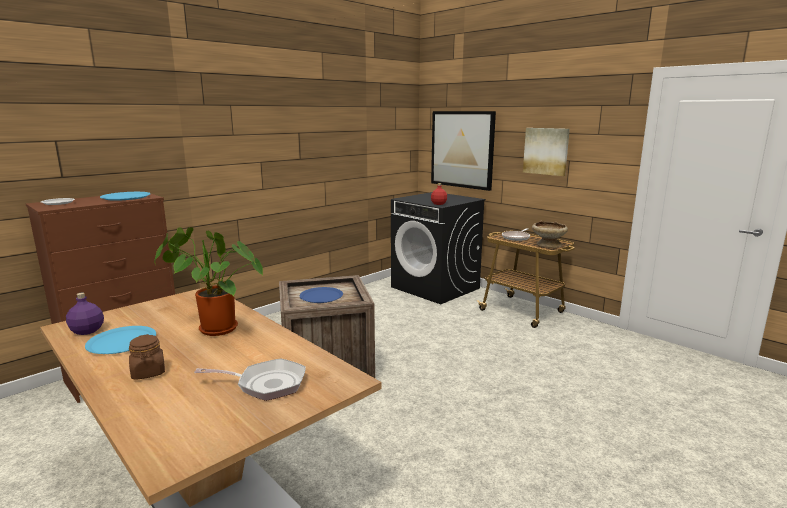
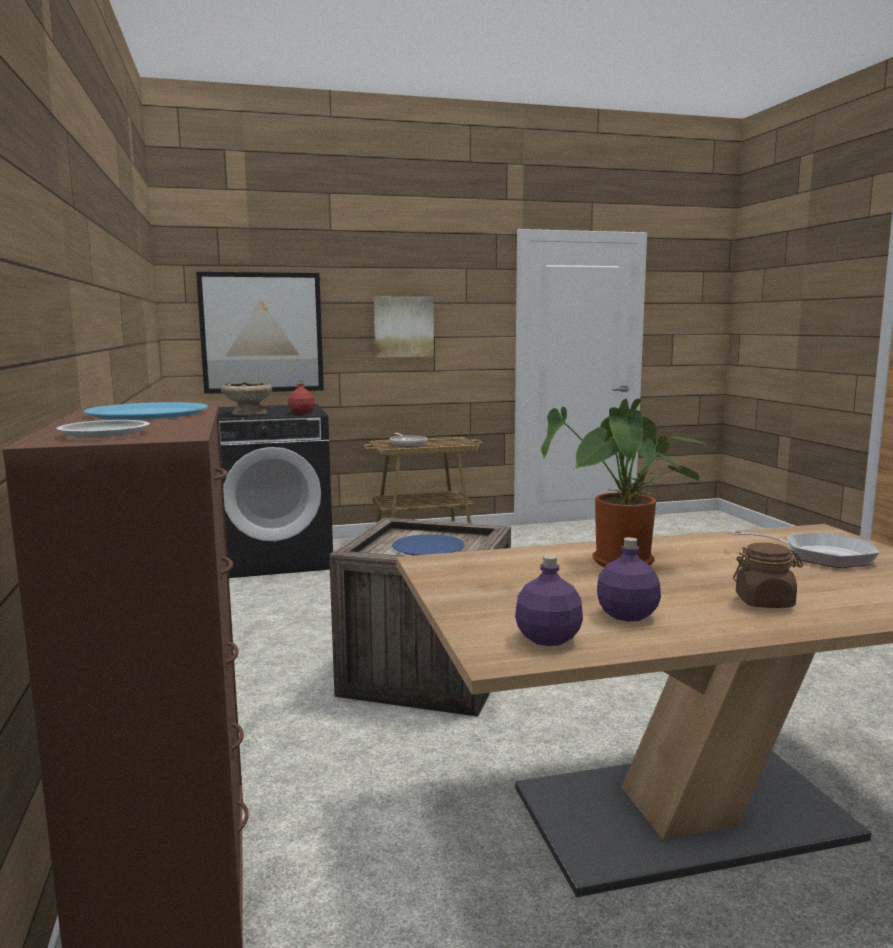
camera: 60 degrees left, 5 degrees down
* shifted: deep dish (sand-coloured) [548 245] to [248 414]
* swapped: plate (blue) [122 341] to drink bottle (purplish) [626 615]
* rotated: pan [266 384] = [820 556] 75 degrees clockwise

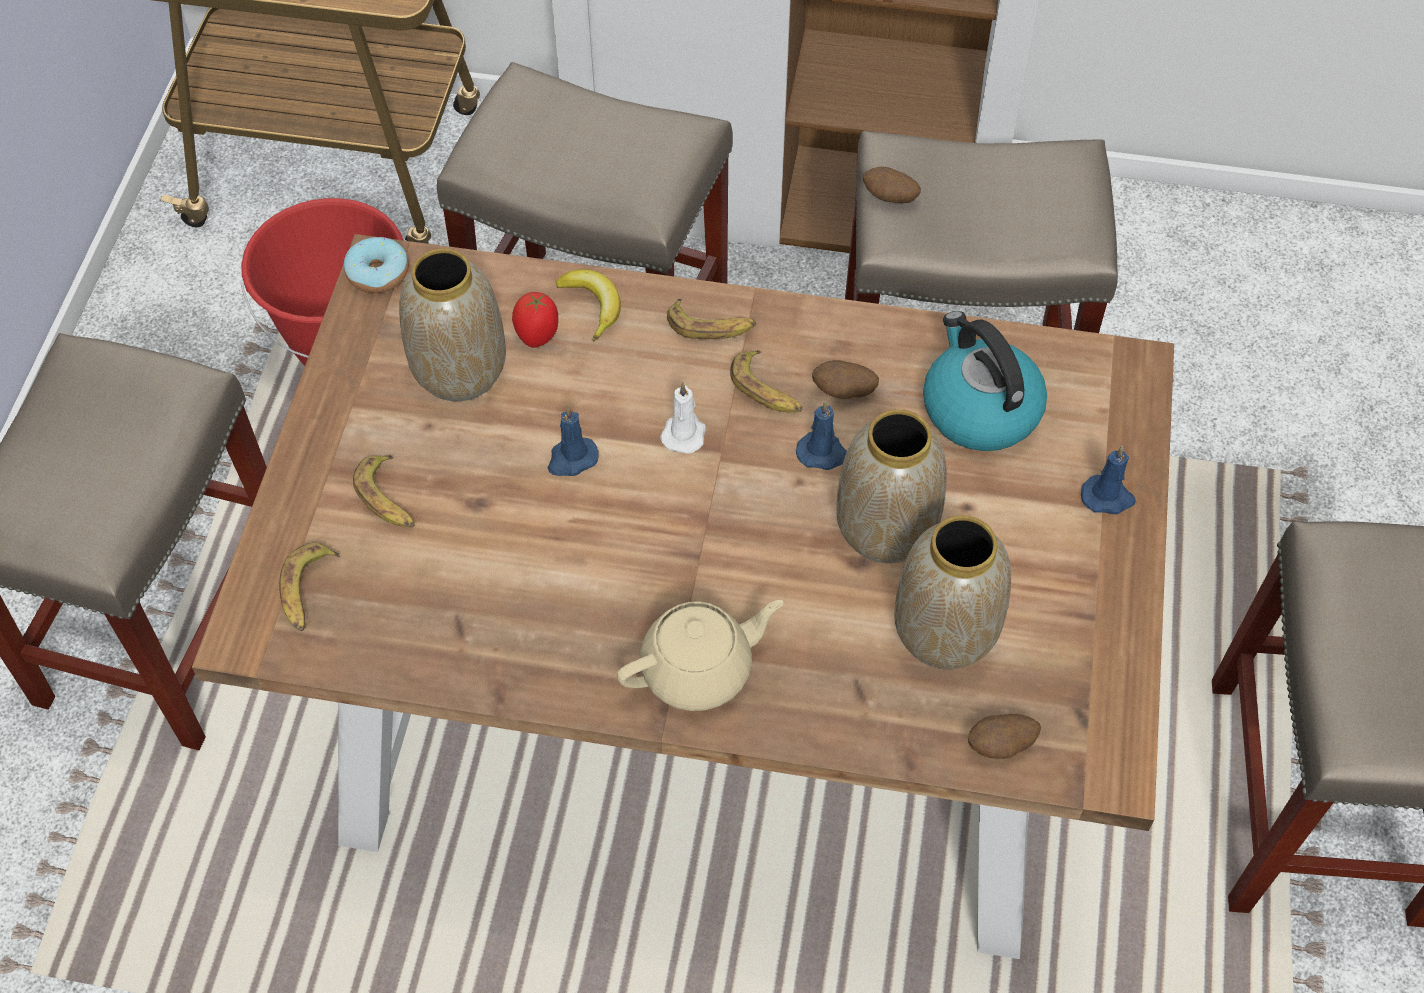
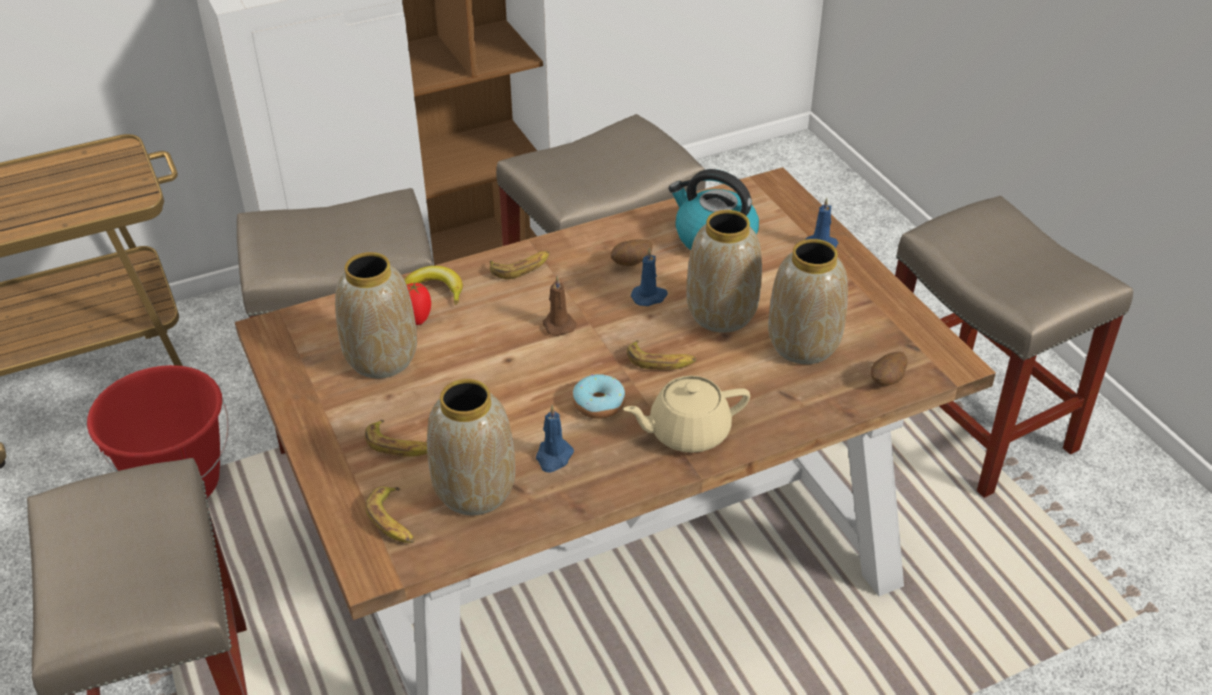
camera: 35 degrees left, 15 degrees down
* new: vase [476 490]
* shifted: candle (blue) [572 459] to [553 457]
* repainted: candle (whitish) [684 433] to candle (brown-coloured) [558 324]
* shifted: ring doughnut [378 273] to [599 404]
* rotated: tea pot (sand-coloured) [699 670] = [687 432] 135 degrees counterclockwise
* shifted: banana [766 390] to [660 361]
* gone: potato [889 198]

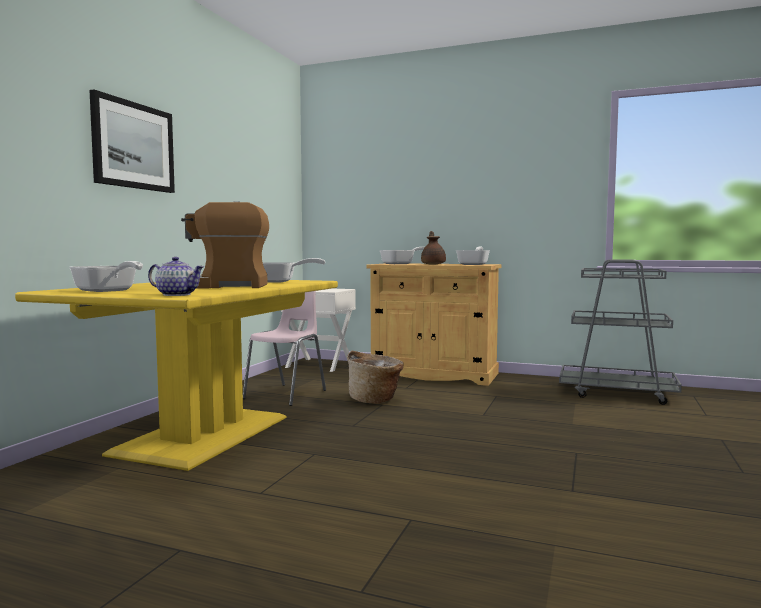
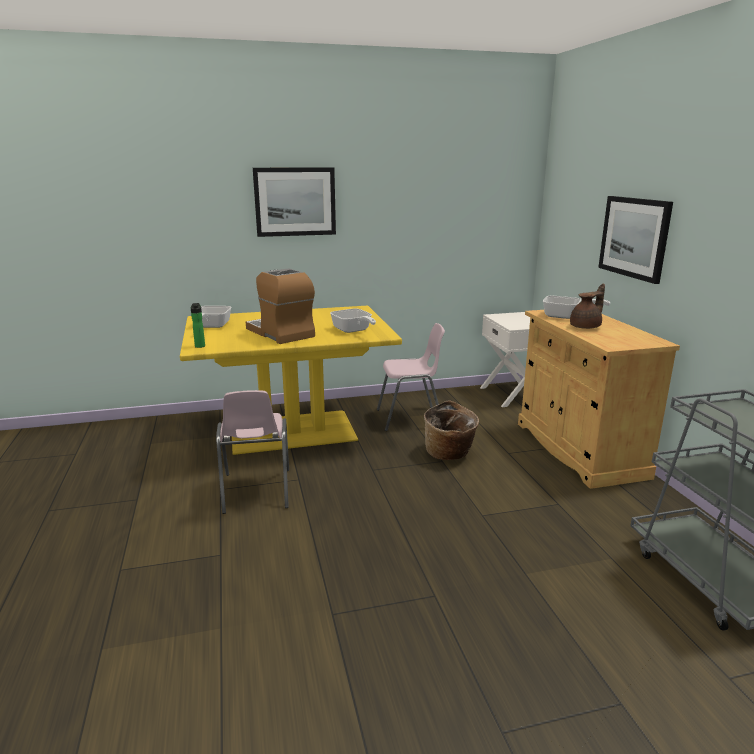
camera: 55 degrees right, 15 degrees up
* swapped: tea pot [176 295] to drink bottle [200 345]
* new: plain chair (pinkish) [256 491]
* new: wall picture [634 237]
* gone: pan [474 264]

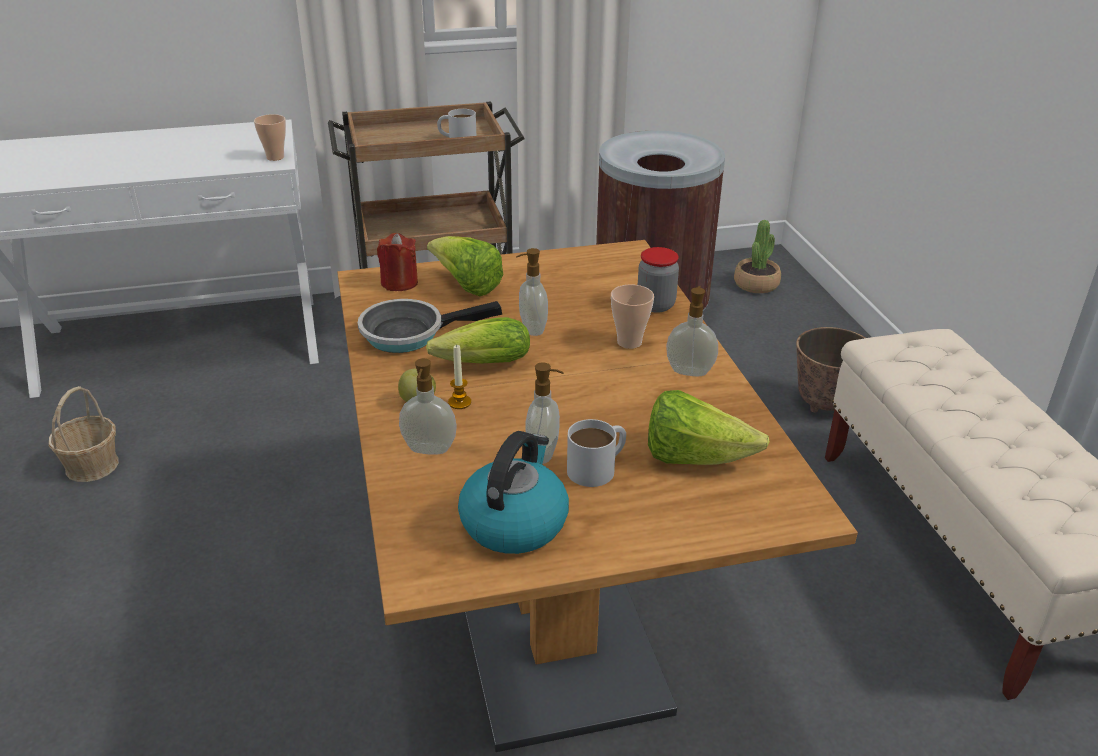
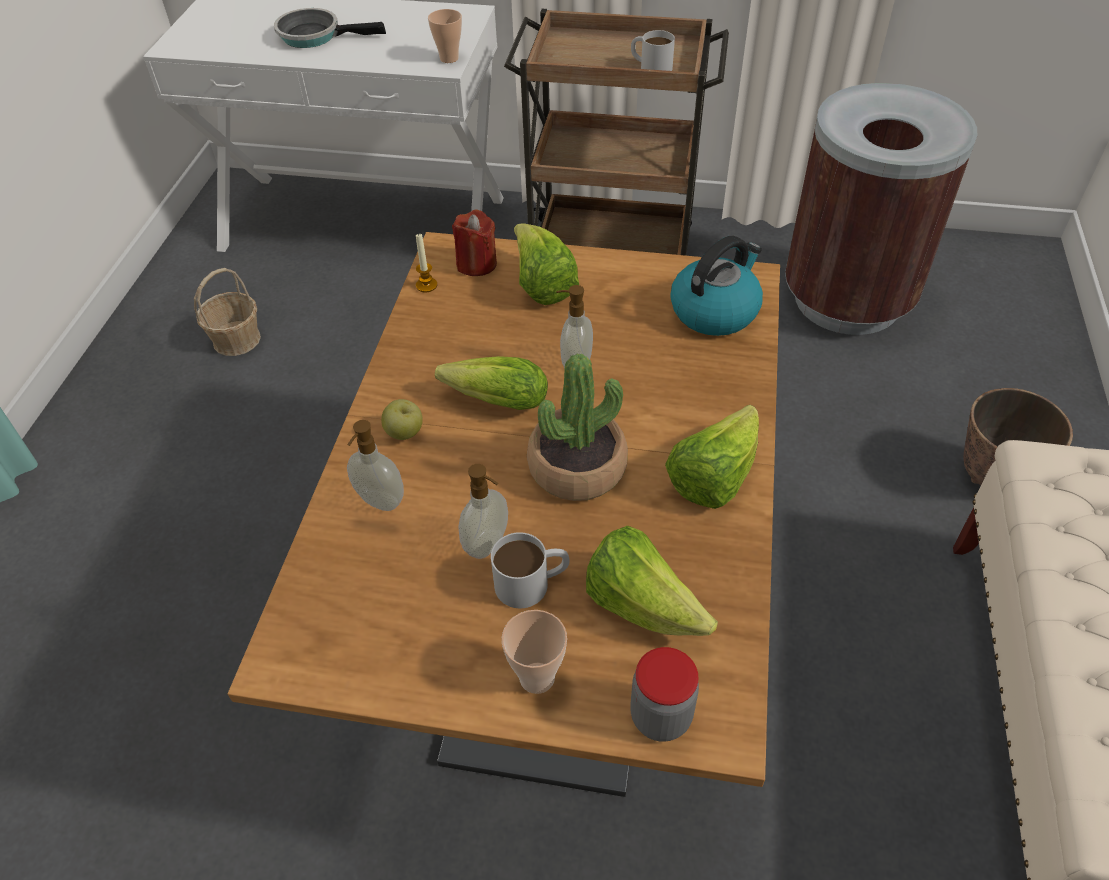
camera: 25 degrees right, 15 degrees up
* shifted: pan [409 333] to [315 35]
* shifted: candle [459 402] to [426 285]
* shifted: cup [629 342] to [537 677]
* shifted: houseplant [756 284] to [577 467]
* shifted: preserve jar [655 305] to [660 716]
* swapped: liquid soap bottle [690 371] to head of lettuce [713 477]
* shifted: kettle [514 522] to [715 310]

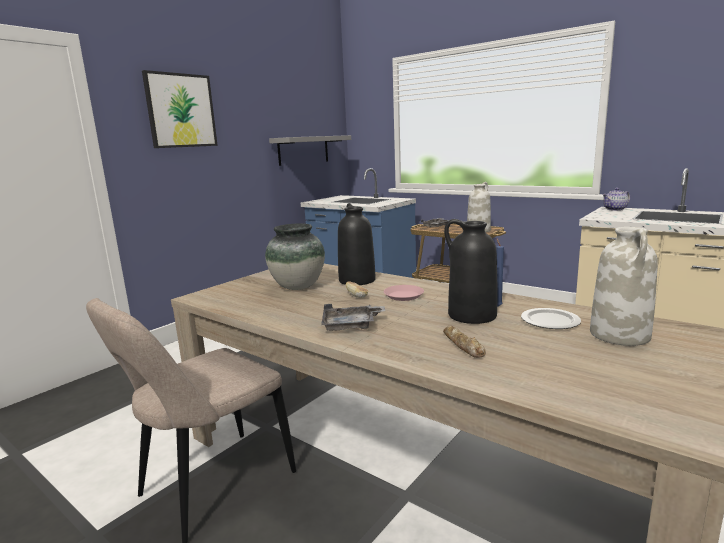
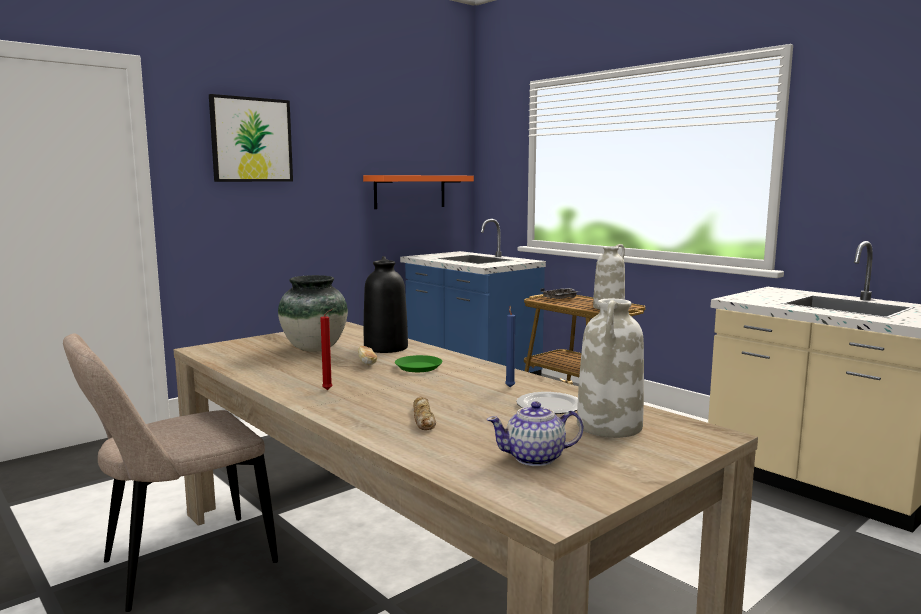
camera: 10 degrees right, 5 degrees down
* swapped: tray (greyish) [351 326] to candle (red) [329 390]
* repainted: bracket shelf (greyish) [303 150] to bracket shelf (orange-coloured) [410 191]
* repainted: plate (pinkish) [403 296] to plate (green-coloured) [418 367]
* shifted: tea pot [615 209] to [535 458]
* gone: vase (black-coloured) [471 315]

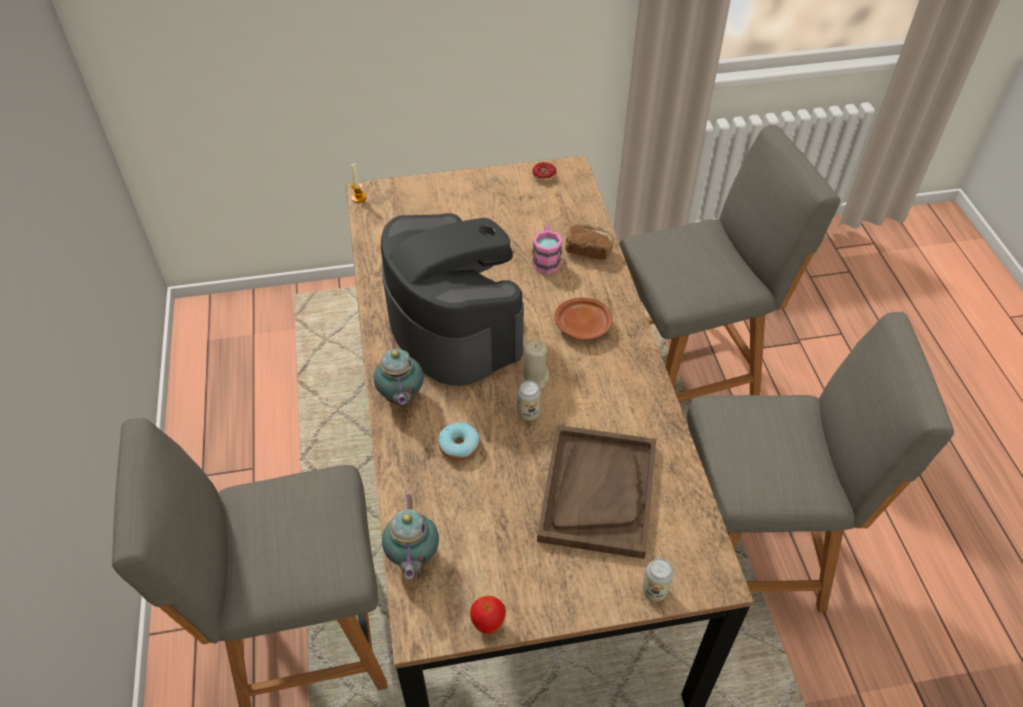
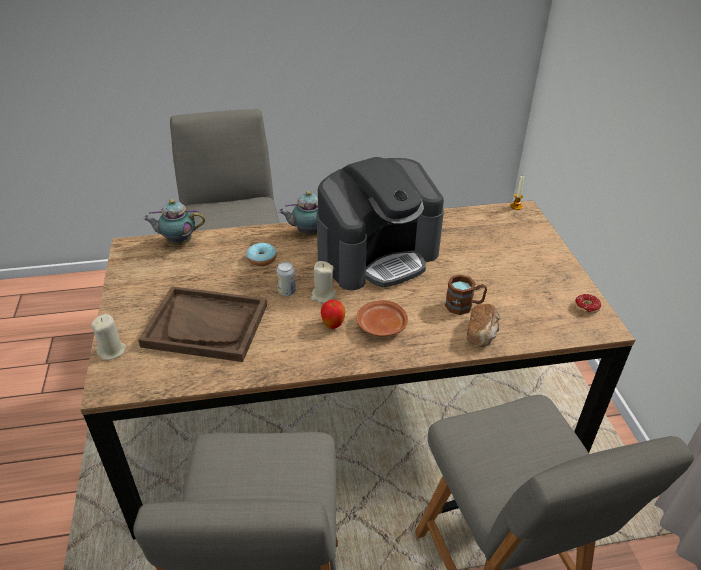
camera: 90 degrees right, 10 degrees down
* swapped: can [654 590] to candle (sand-coloured) [112 351]
* shifted: apple fruit [488 624] to [333 325]
* repainted: mug (pinkish) [546 259] to mug (brown-coloured) [464 306]

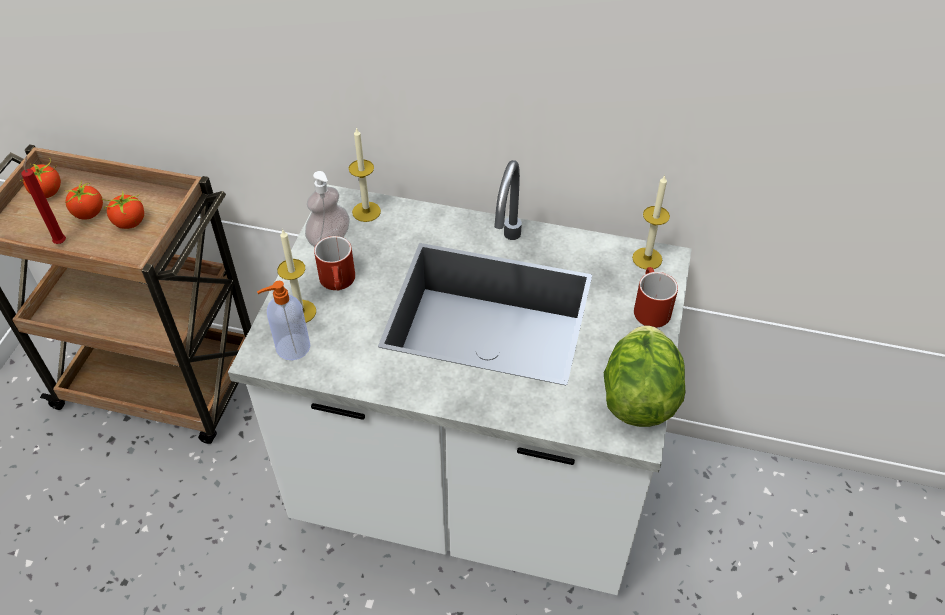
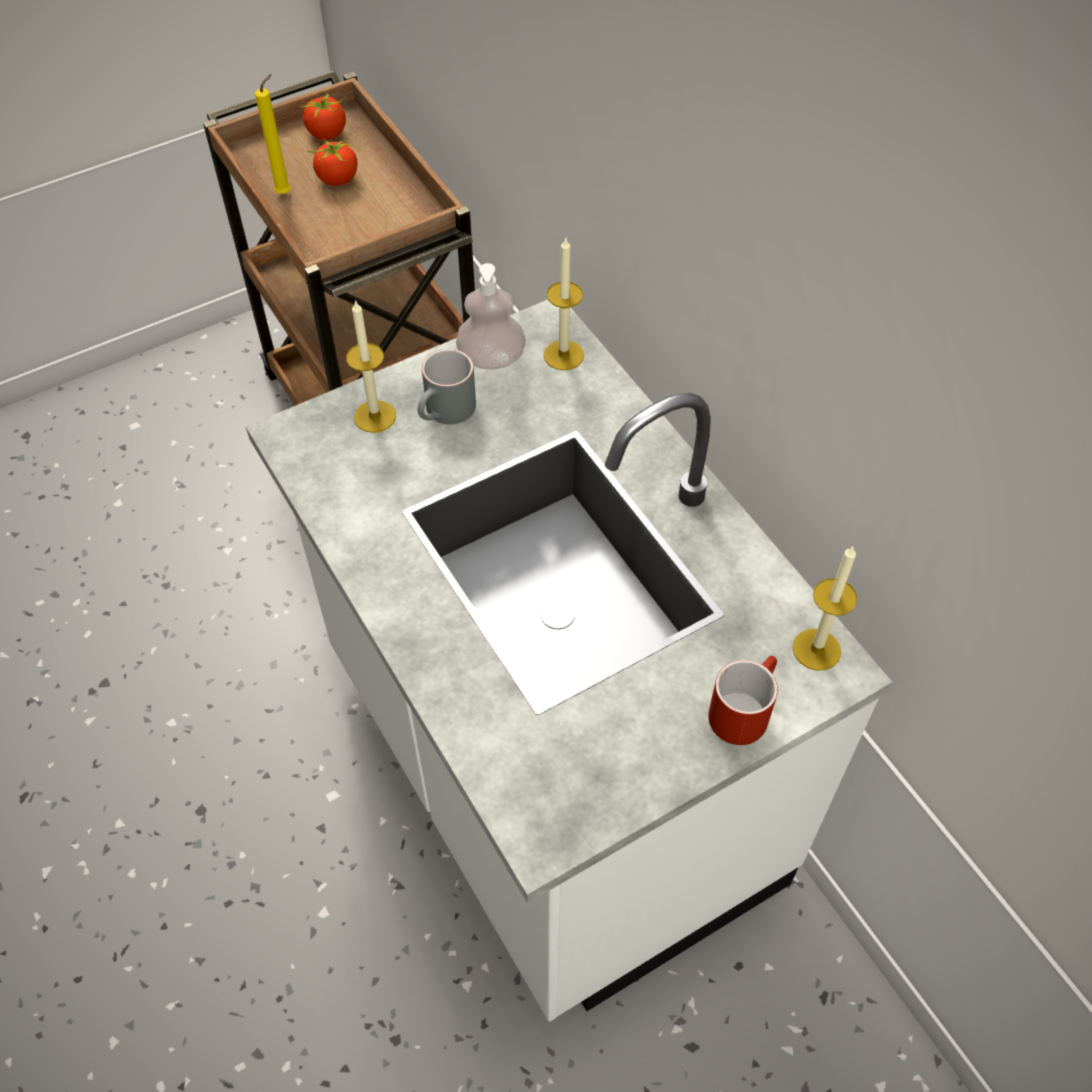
camera: 45 degrees right, 5 degrees up
* repainted: candle (red) [62 241] to candle (yellowish) [286 193]
* repainted: mug (red) [339 282] to mug (greyish) [446 413]
* gone: tomato [129 223]
* gone: liquid soap bottle [291 347]
* gone: head of lettuce [639 397]

